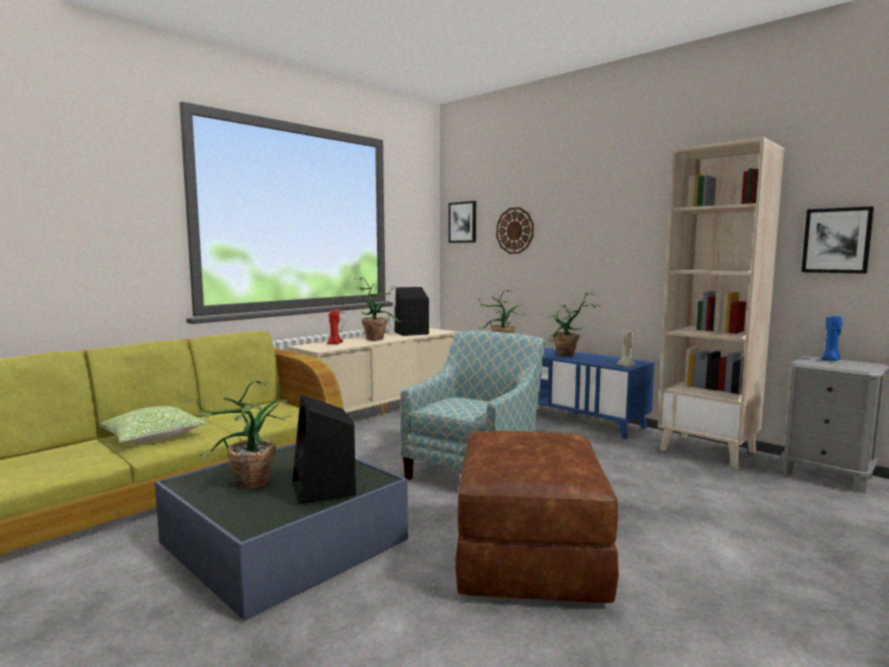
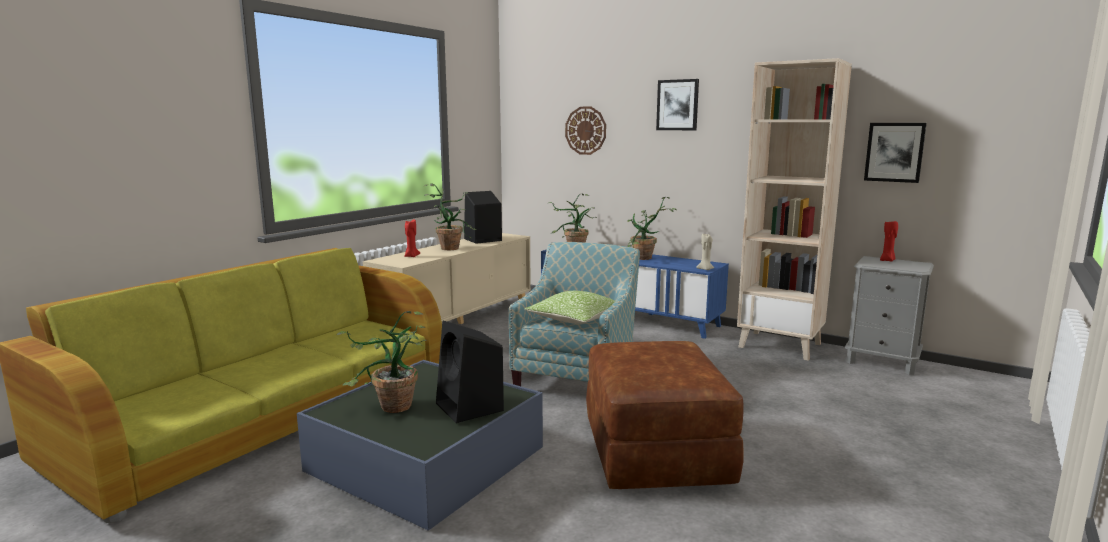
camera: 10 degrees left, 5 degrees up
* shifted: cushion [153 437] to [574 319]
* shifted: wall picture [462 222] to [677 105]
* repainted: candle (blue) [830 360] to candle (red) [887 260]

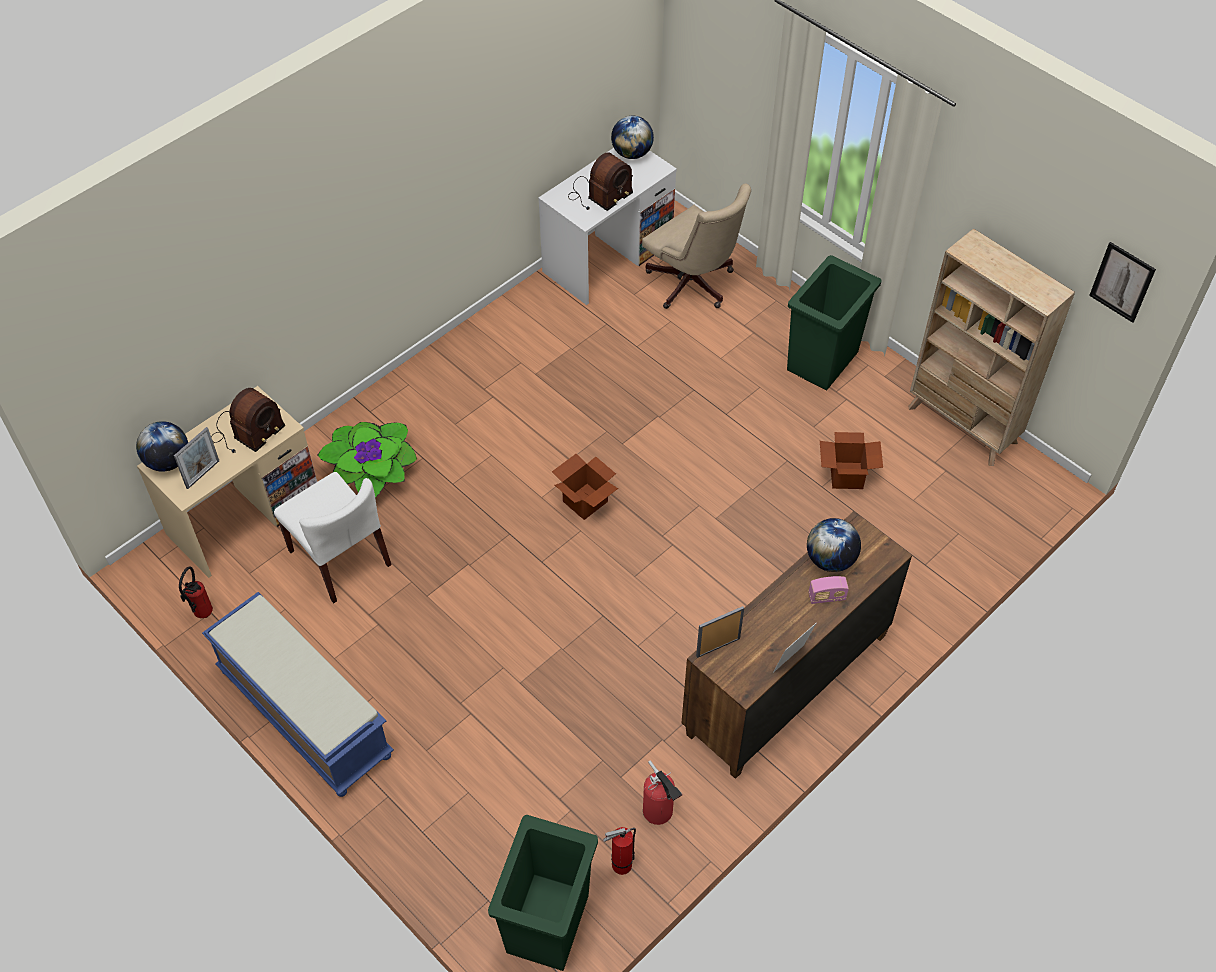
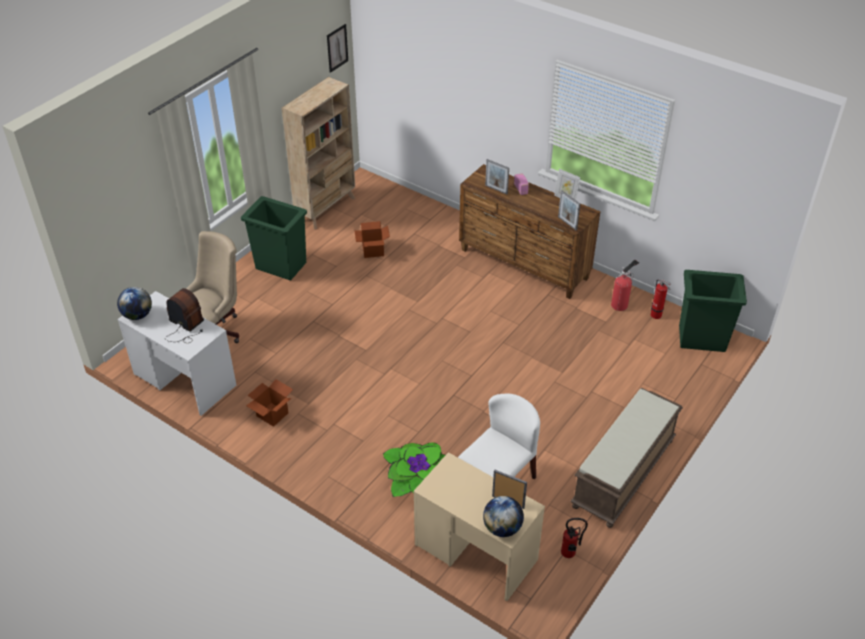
camera: 100 degrees left, 10 degrees down
* shifted: cardboard box [585 502] to [272 414]
* swapped: world globe [830 560] to picture frame [496 189]
* repainted: long seat (blue) [303 713] to long seat (brown-coloured) [623 474]
* gone: radio set [246 432]

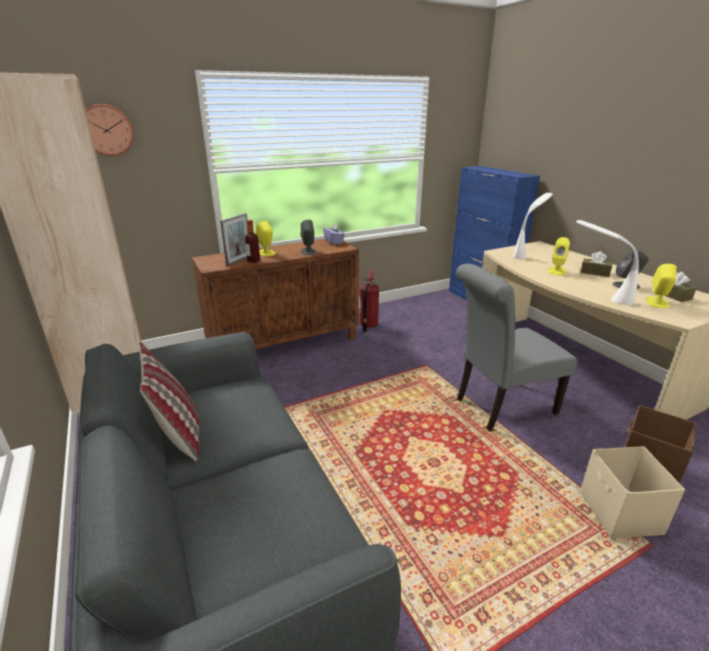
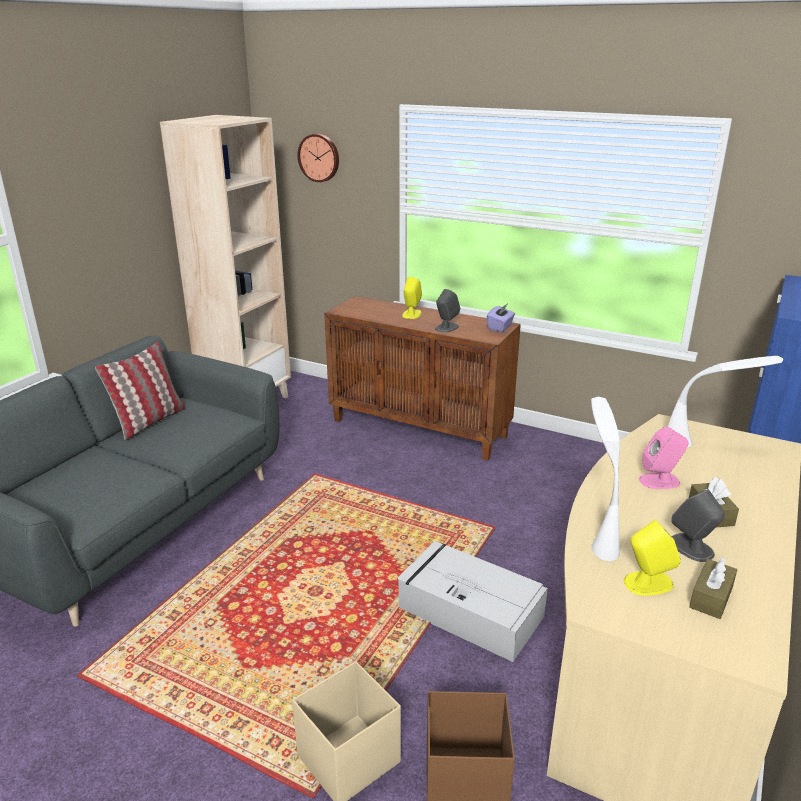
camera: 55 degrees right, 0 degrees up
* swapped: plain chair (greyish) [500 407] to storage container (greyish) [468 611]
* repainted: speaker (yellowish) [557 271] to speaker (pinkish) [660 481]
* gone: picture frame [239 260]
* gone: drink bottle [254 261]
* gone: fire-fighting cylinder [368 325]

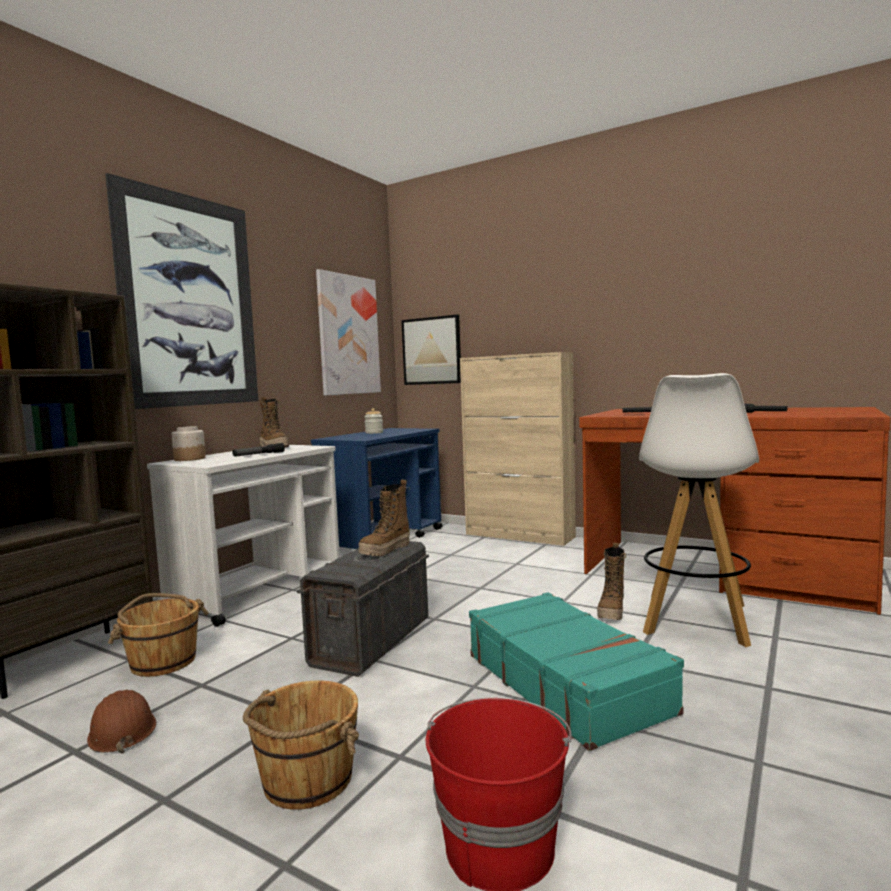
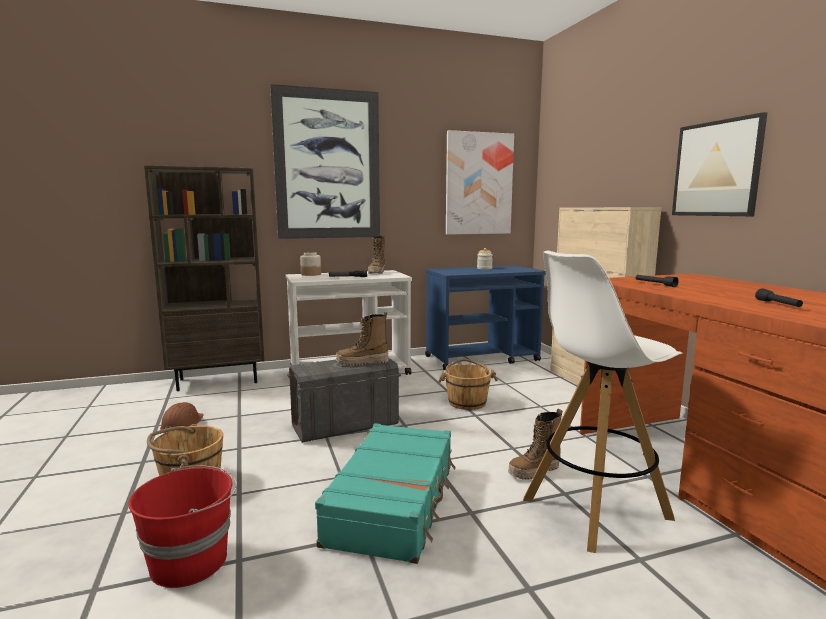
camera: 40 degrees right, 5 degrees up
* shifted: bucket (brown-coloured) [163 661] to [467 402]
* shifted: wall picture [431 351] to [716 169]

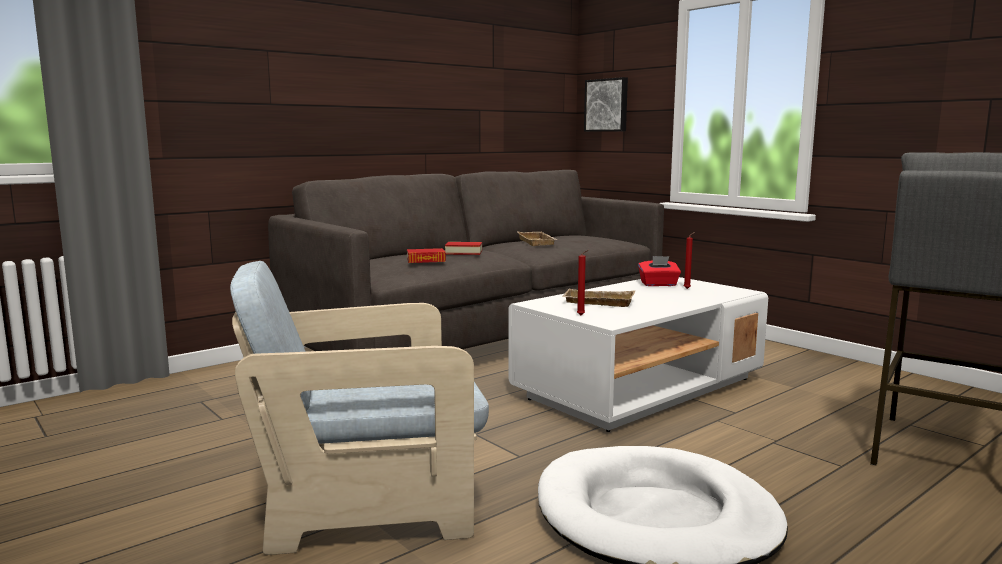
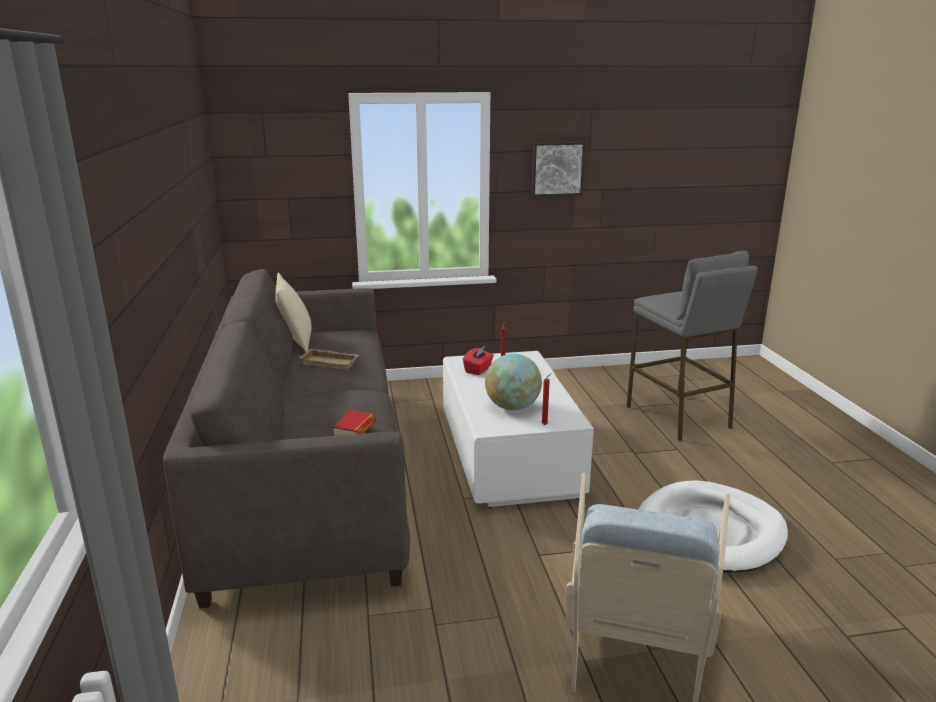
camera: 60 degrees left, 10 degrees up
* new: cushion (sand-coloured) [296 342]
* swapped: tray (sand-coloured) [597 303] to world globe [512 407]
* shifted: wall picture [607 105] to [557 168]
* gone: bound book [463 252]

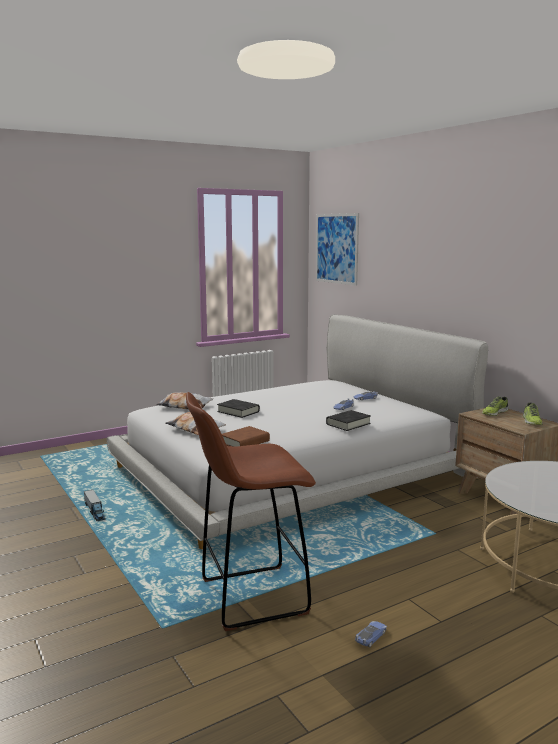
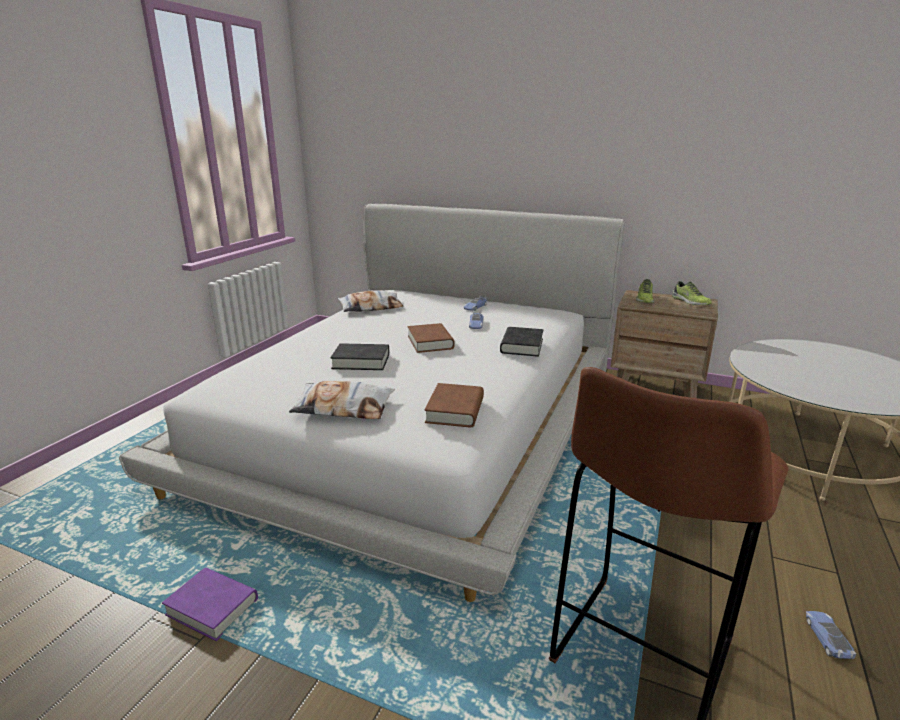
camera: 35 degrees left, 10 degrees up
* swapped: toy truck [95 511] to bound book (purplish) [212 607]
* shifted: cushion [184 406] to [370 307]
* new: bound book (brown-coloured) [430 342]
* gone: wall picture [336 248]

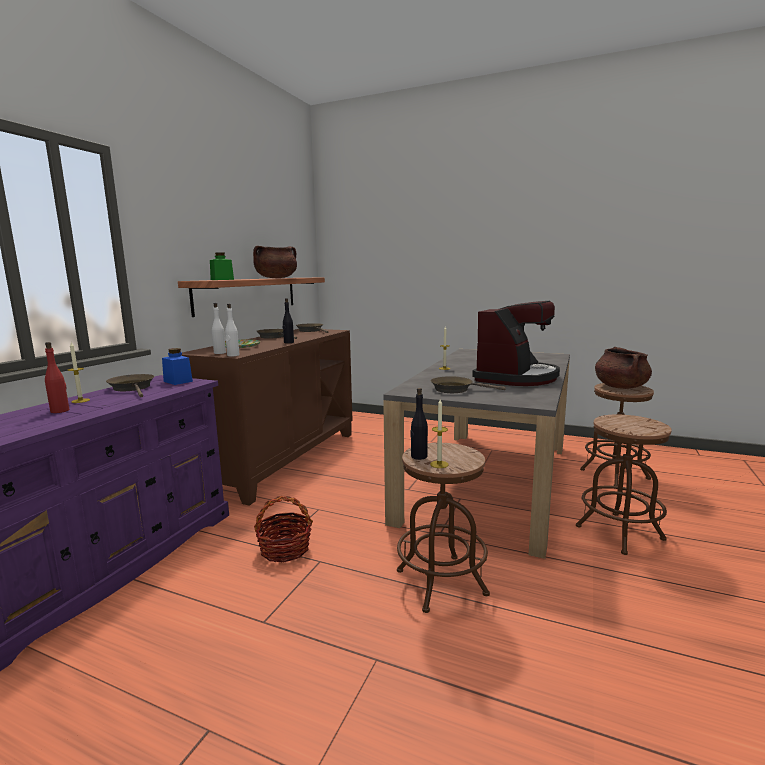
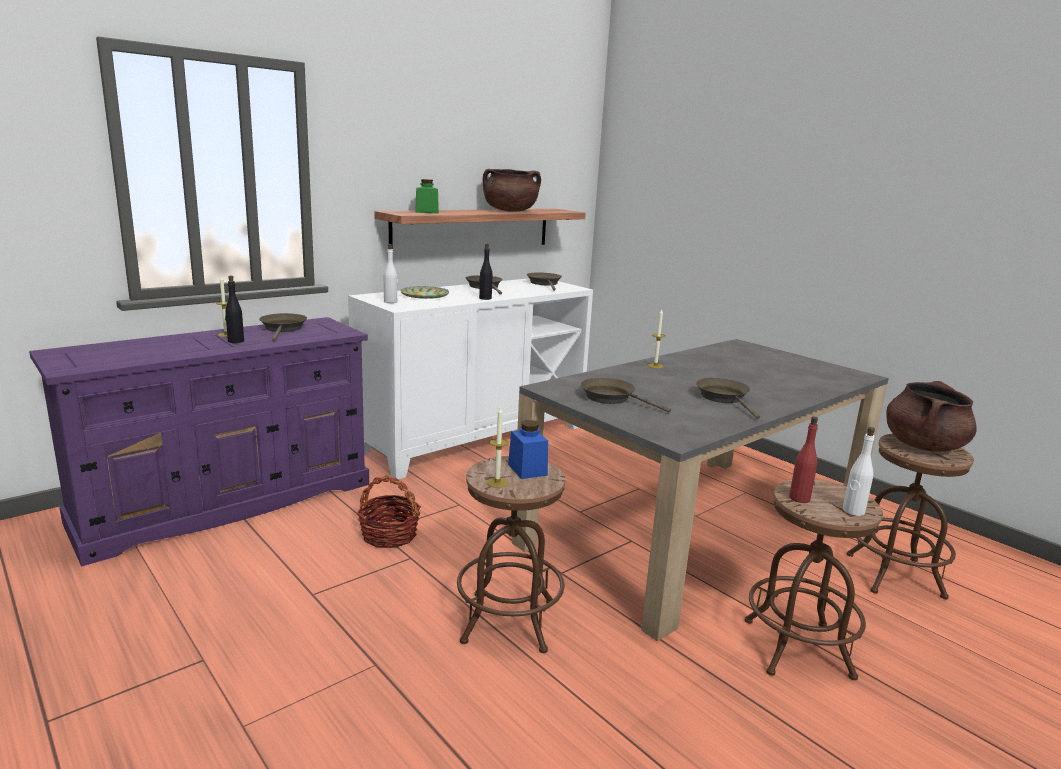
camera: 25 degrees right, 5 degrees up
* shifted: drink bottle (black-coloured) [418 456] to [235 341]
* repainted: storage cabinet (brown-coloured) [282 459] to storage cabinet (whitish) [474 438]
* shifted: preserve jar (blue) [178 381] to [527 469]
* swapped: coffee machine [516 377] to pan (brown-coloured) [724 398]
* shifted: drink bottle (red) [60 411] to [799 498]
* shifted: drink bottle (whitish) [233 355] to [853 511]

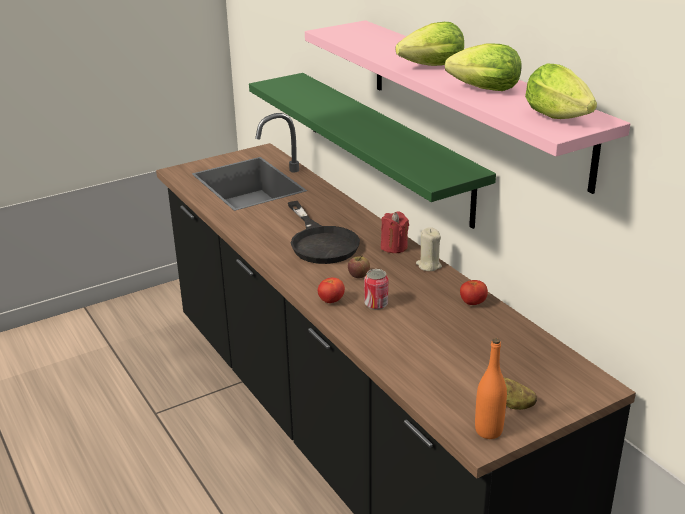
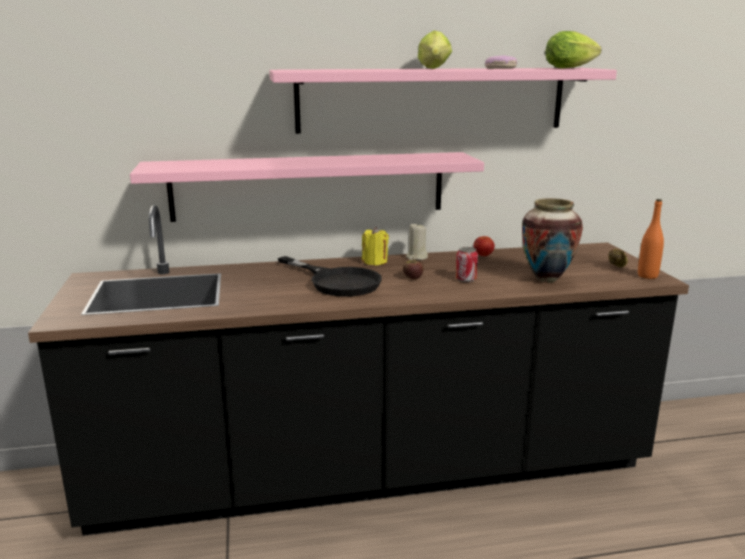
camera: 70 degrees left, 10 degrees down
* repainted: bracket shelf (green-coloured) [385 145] to bracket shelf (pinkish) [309 186]
* rotated: pan (black-coloured) [320 242] = [337 281] 45 degrees clockwise
* repainted: candle (red) [394 247] to candle (yellowish) [375 262]
* swapped: head of lettuce [480 89] to ring doughnut [501 69]
* new: vase [546 279]
* gone: tomato [331 301]

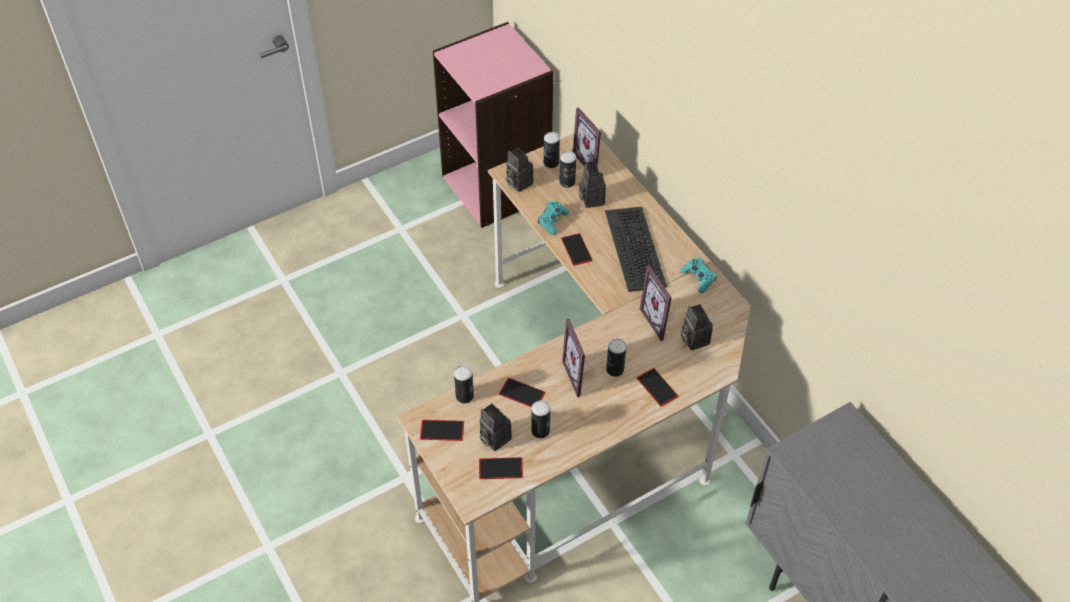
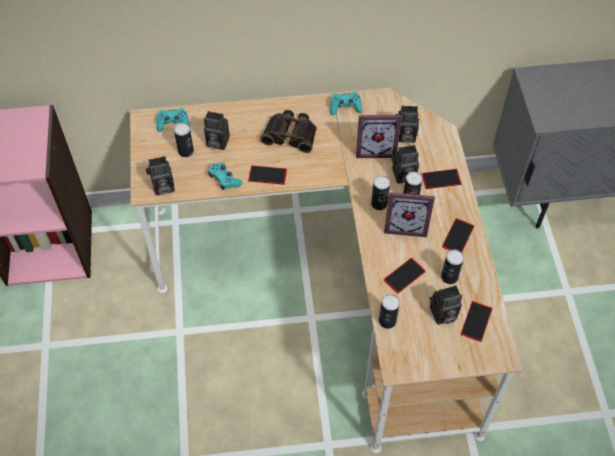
camera: 65 degrees left, 5 degrees up
* swapped: picture frame [593 161] to joypad (turquoise-coloured) [173 123]
* swapped: PC keyboard [636 249] to pair of binoculars [291 134]
* shifted: can [551 163] to [379 203]
* new: photo camera [403 176]
* shifted: handset [442 430] to [458 236]

